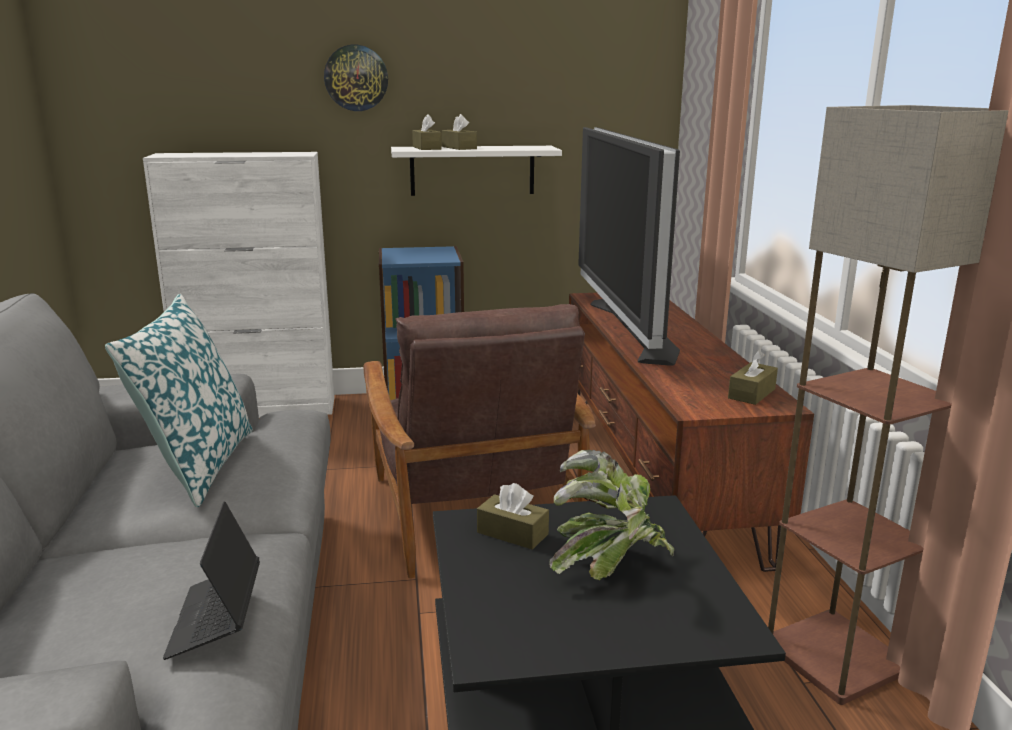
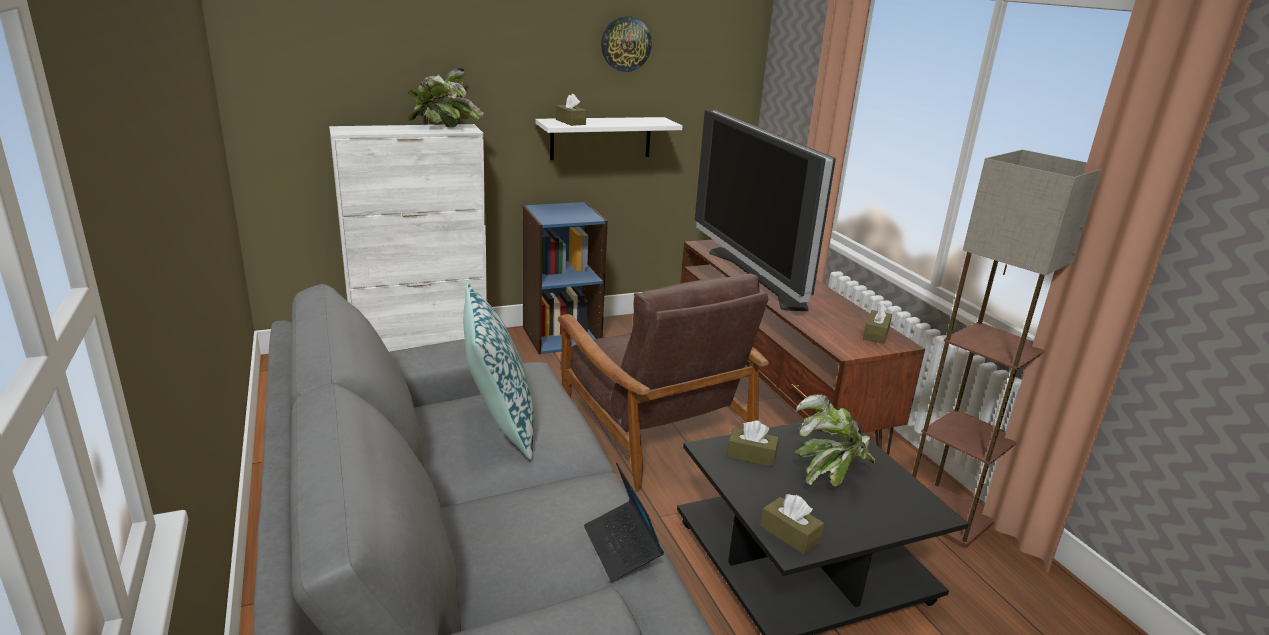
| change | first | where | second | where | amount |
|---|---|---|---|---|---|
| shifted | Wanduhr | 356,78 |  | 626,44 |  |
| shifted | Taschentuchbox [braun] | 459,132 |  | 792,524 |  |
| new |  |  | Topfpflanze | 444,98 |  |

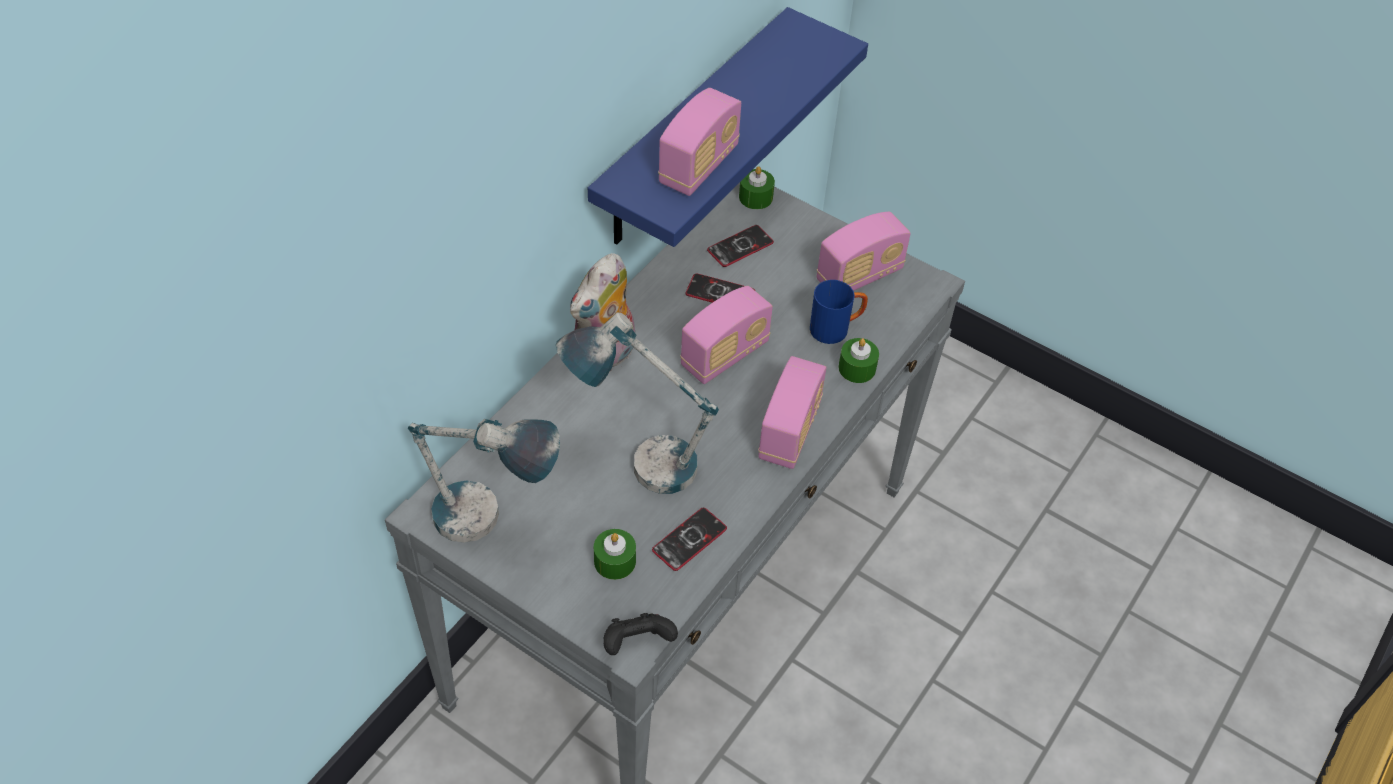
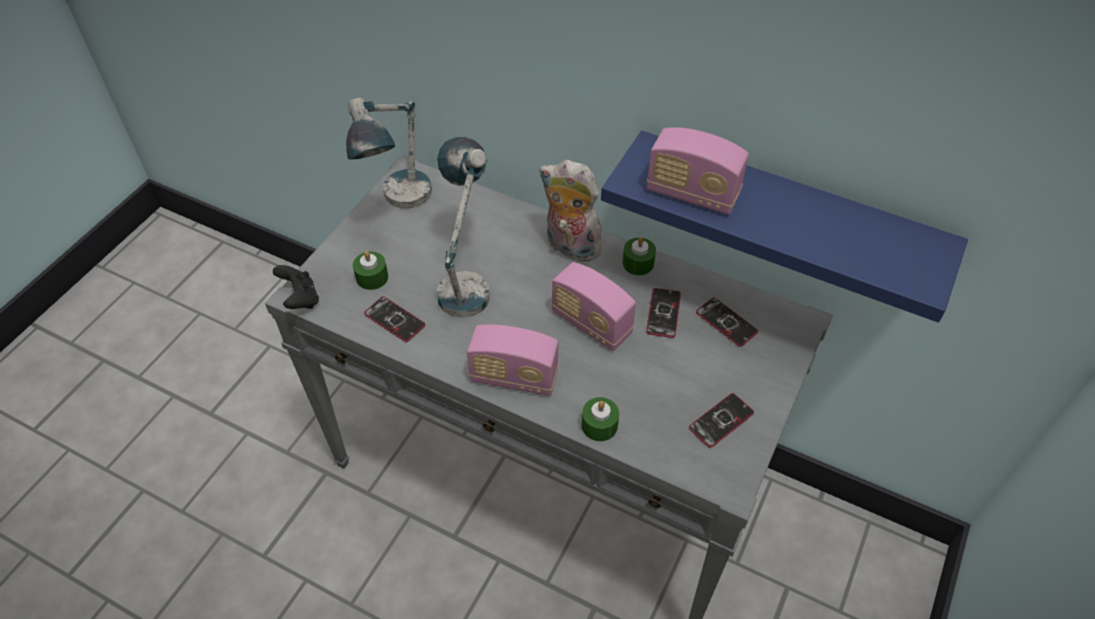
| change | first | where | second | where | amount |
|---|---|---|---|---|---|
| shifted | Kerze [grün] | 757,187 |  | 639,256 |  |
| swapped | Radio | 864,251 | Handy | 721,420 |  |
| gone | Henkelbecher [blau] | 839,312 |  |  |  |

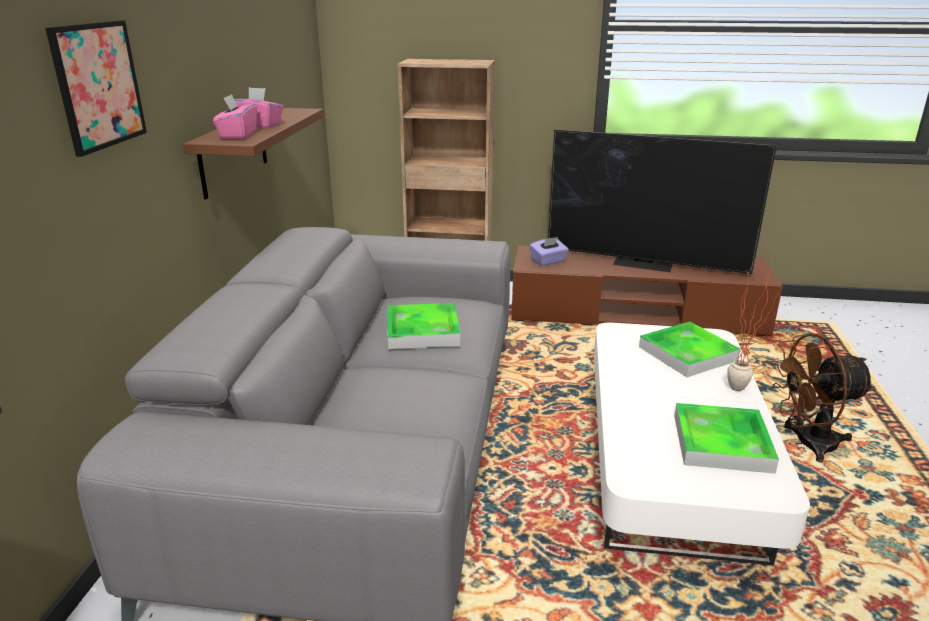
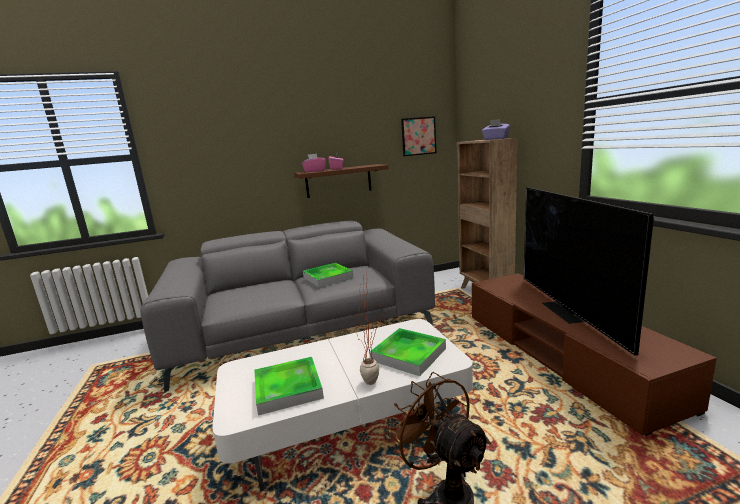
| change | first | where | second | where | amount |
|---|---|---|---|---|---|
| shifted | Bild | 96,88 |  | 418,136 |  |
| shifted | Taschentuchbox [lila] | 549,251 |  | 496,129 |  |

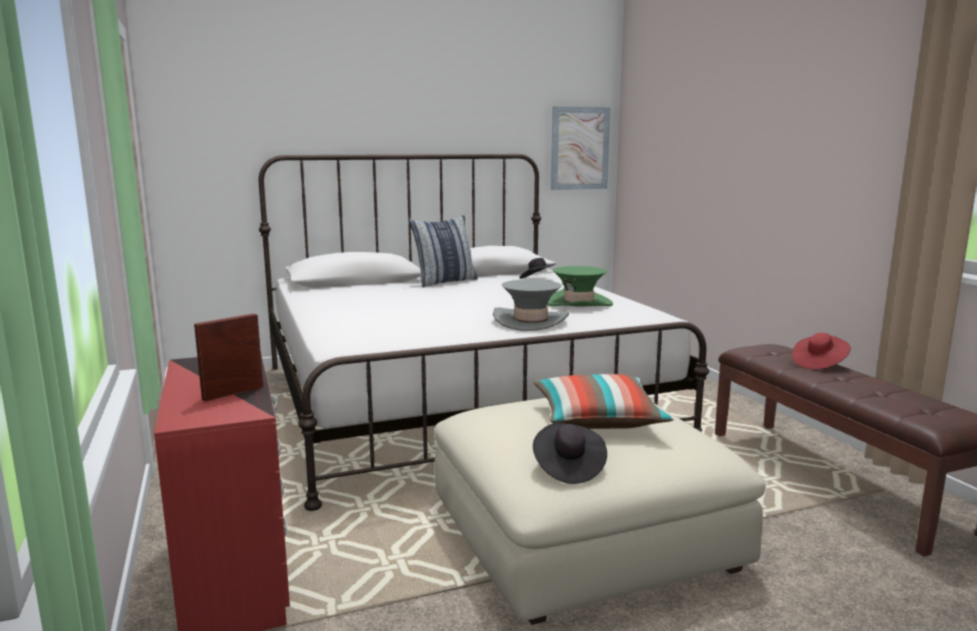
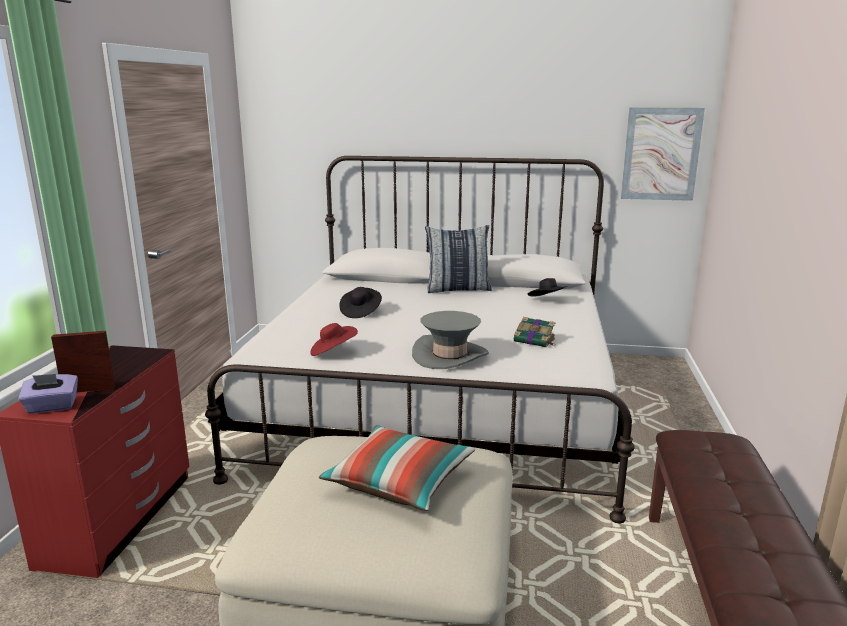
| change | first | where | second | where | amount |
|---|---|---|---|---|---|
| swapped | Hut [grün] | 580,286 | Buch | 534,332 |  |
| shifted | Hut [rot] | 821,351 |  | 334,339 |  |
| shifted | Hut [schwarz] | 570,453 |  | 361,302 |  |
| new |  |  | Taschentuchbox [lila] | 48,394 |  |

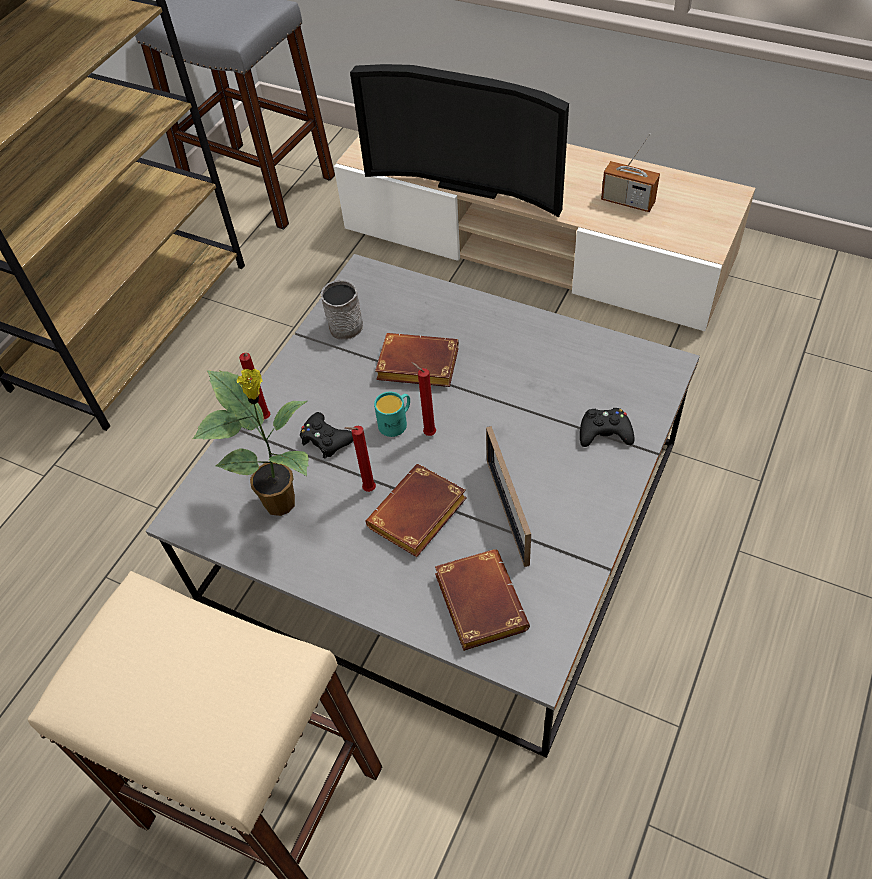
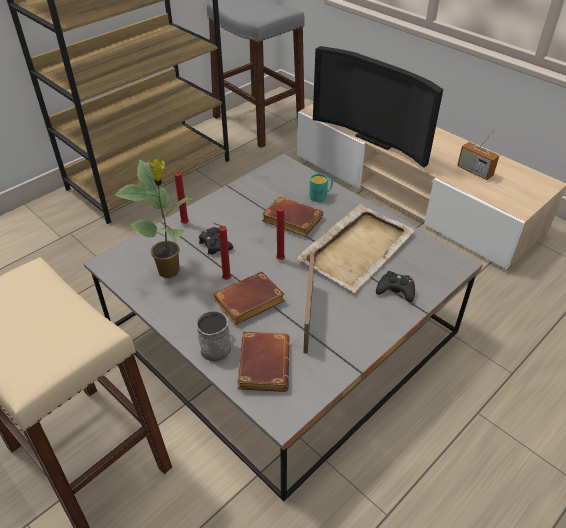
| change | first | where | second | where | amount |
|---|---|---|---|---|---|
| shifted | Henkelbecher [grau] | 342,310 |  | 213,336 |  |
| shifted | Henkelbecher [türkis] | 392,414 |  | 321,187 |  |
| new |  |  | Tablett [beige] | 356,248 |  |

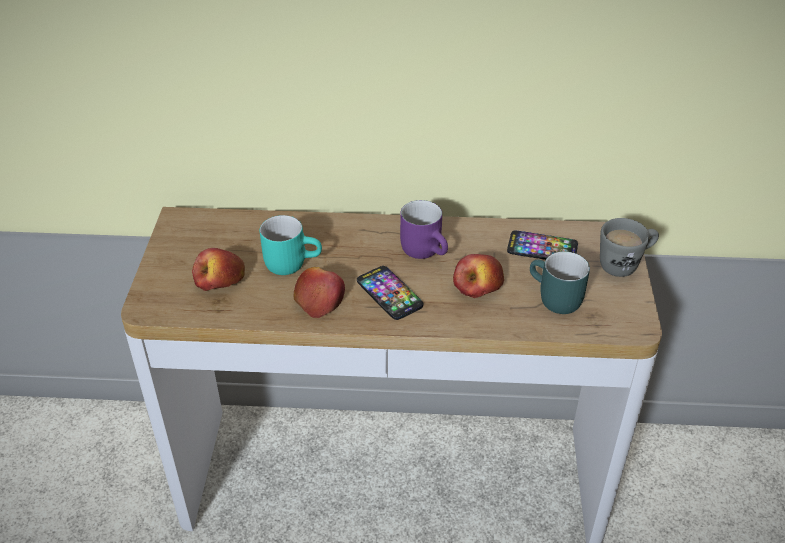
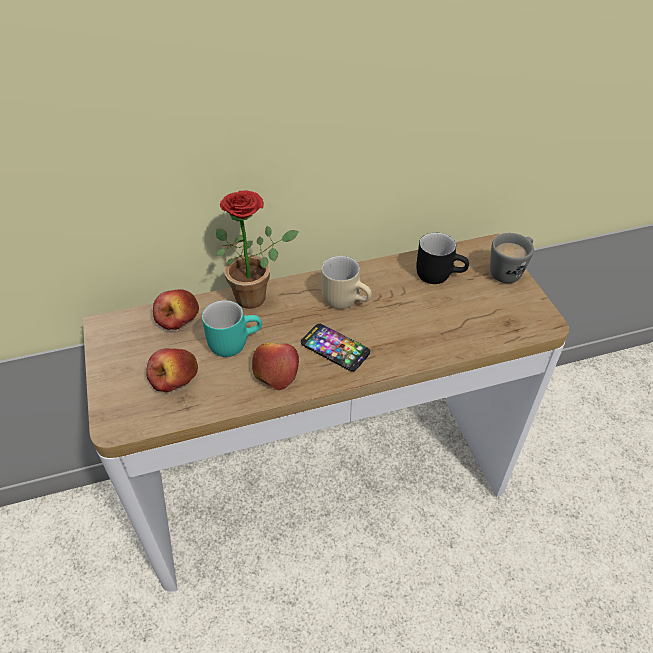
| change | first | where | second | where | amount |
|---|---|---|---|---|---|
| repainted | Henkelbecher [lila] | 424,229 | Henkelbecher [beige] | 346,282 |  |
| swapped | Handy | 542,245 | Henkelbecher [schwarz] | 442,258 |  |
| gone | Henkelbecher [türkis] | 560,282 |  |  |  |
| shifted | Apfel | 478,276 |  | 176,309 |  |
| new |  |  | Topfpflanze | 257,250 |  |

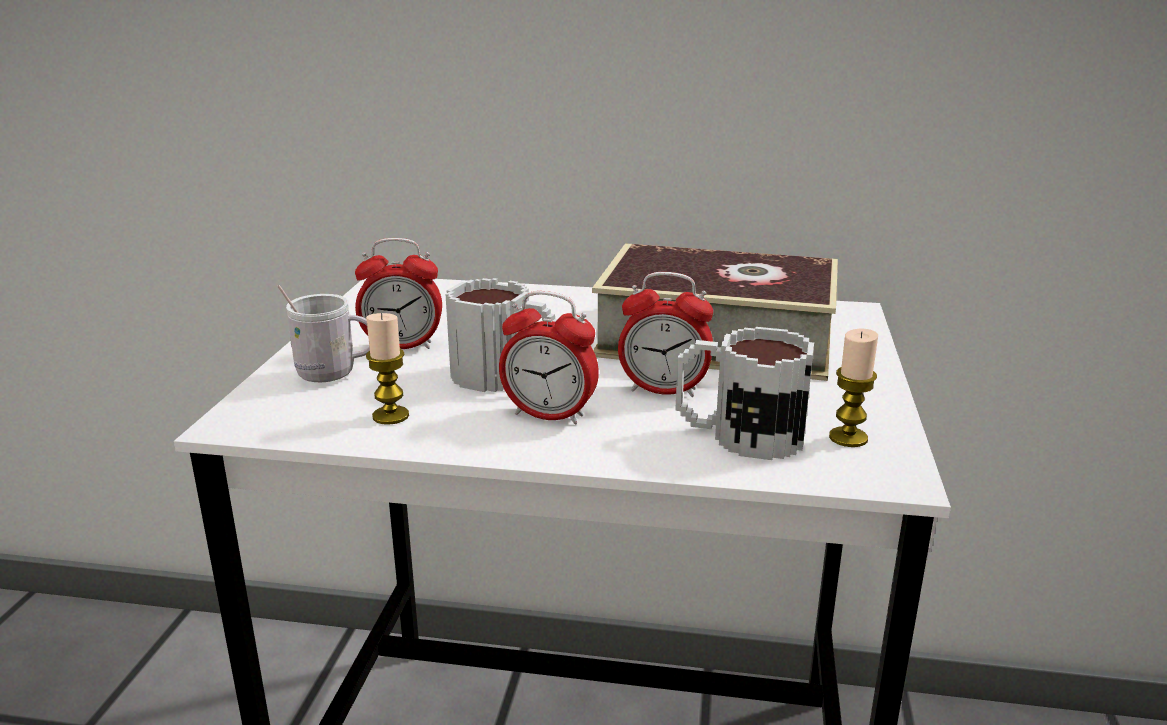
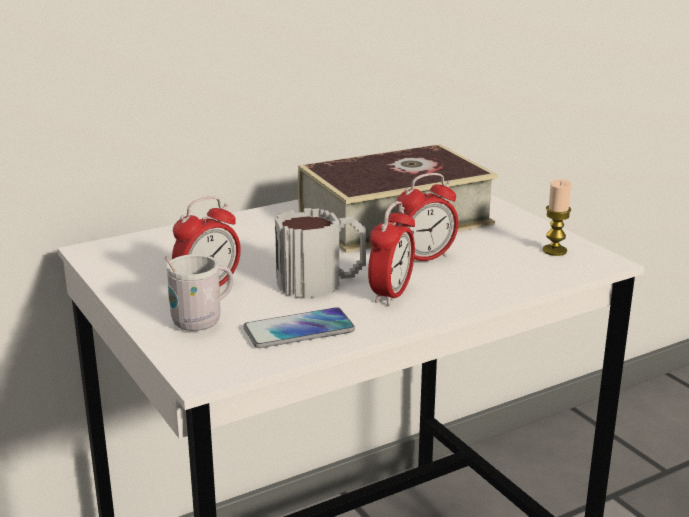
| change | first | where | second | where | amount |
|---|---|---|---|---|---|
| rotated | Wecker | 549,357 |  | 391,253 | 45 degrees counterclockwise |
| swapped | Kerze | 387,369 | Handy | 299,327 |  |
| gone | Henkelbecher | 744,393 |  |  |  |

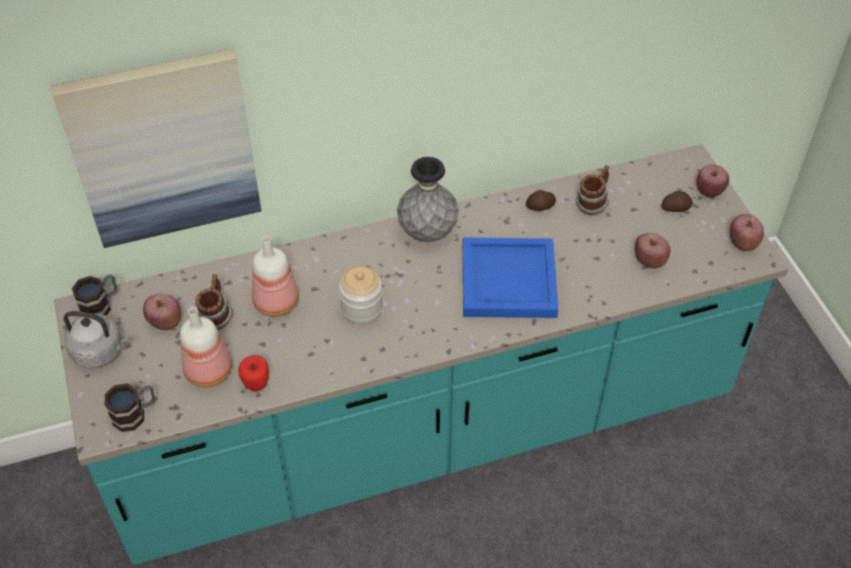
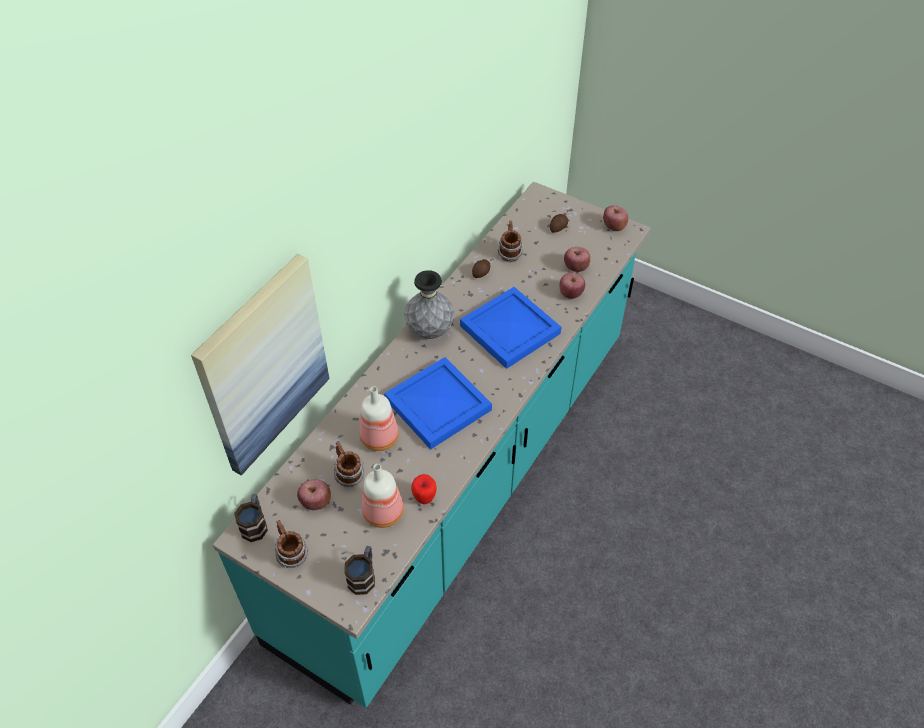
| change | first | where | second | where | amount |
|---|---|---|---|---|---|
| shifted | Apfel | 713,180 |  | 572,286 |  |
| swapped | Vorratsglas | 361,295 | Tablett [blau] | 438,403 |  |
| swapped | Wasserkessel [grau] | 97,339 | Henkelbecher | 291,544 |  |

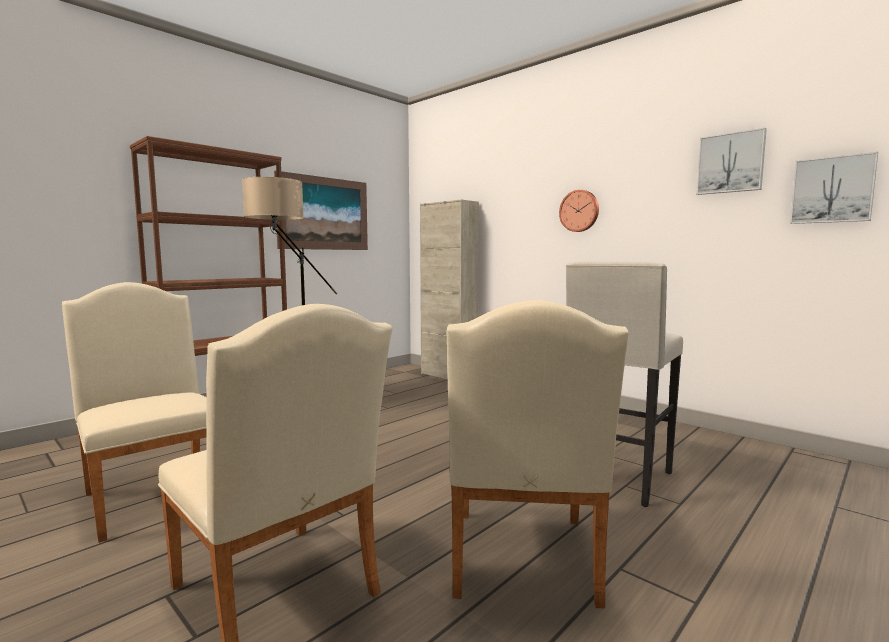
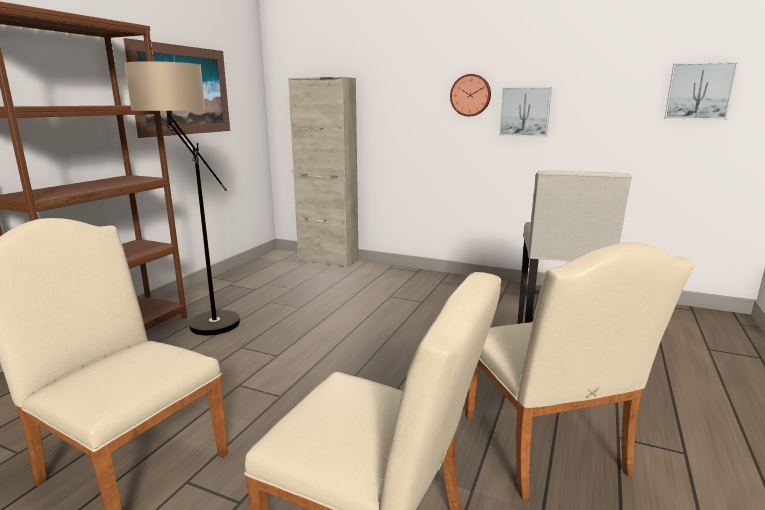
| change | first | where | second | where | amount |
|---|---|---|---|---|---|
| shifted | Bild | 731,161 |  | 525,112 |  |

